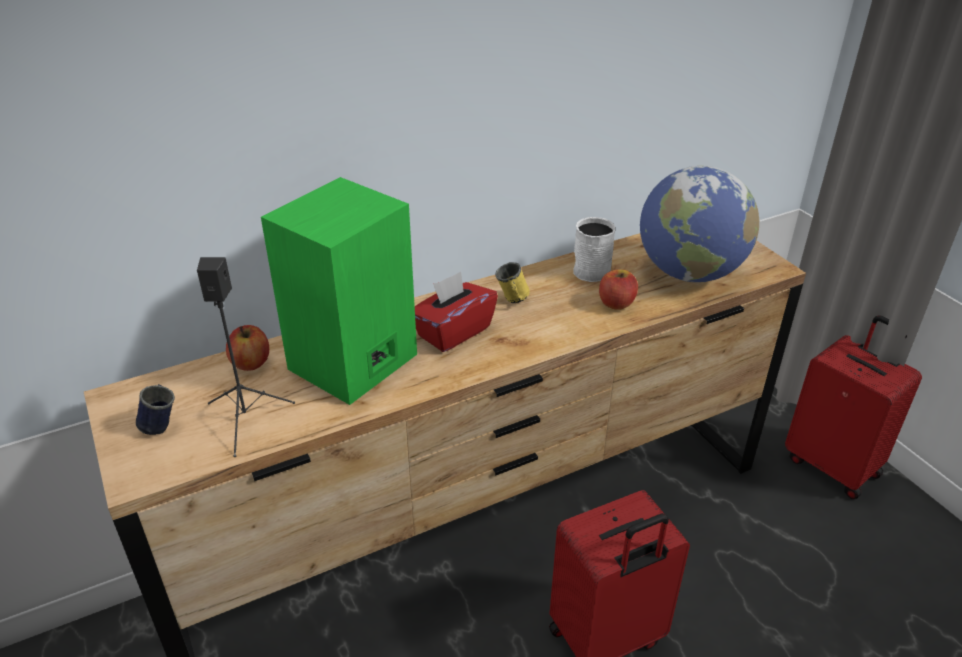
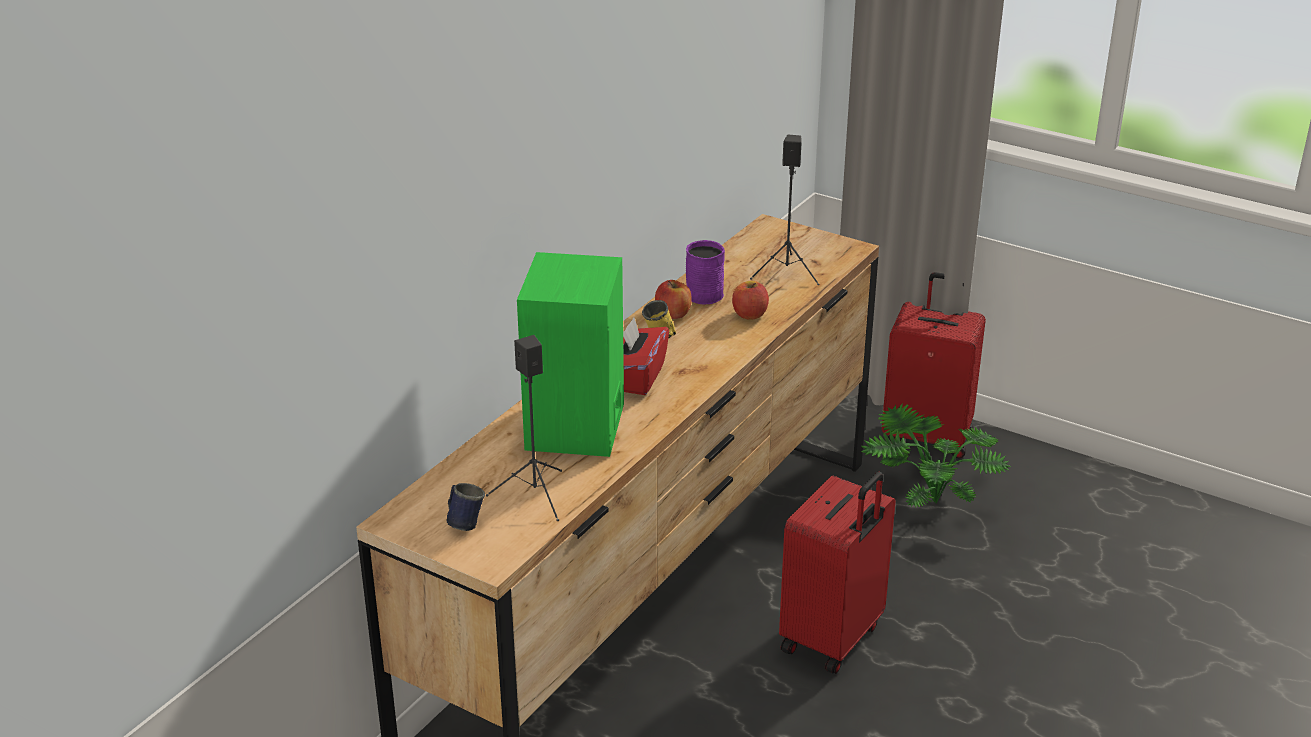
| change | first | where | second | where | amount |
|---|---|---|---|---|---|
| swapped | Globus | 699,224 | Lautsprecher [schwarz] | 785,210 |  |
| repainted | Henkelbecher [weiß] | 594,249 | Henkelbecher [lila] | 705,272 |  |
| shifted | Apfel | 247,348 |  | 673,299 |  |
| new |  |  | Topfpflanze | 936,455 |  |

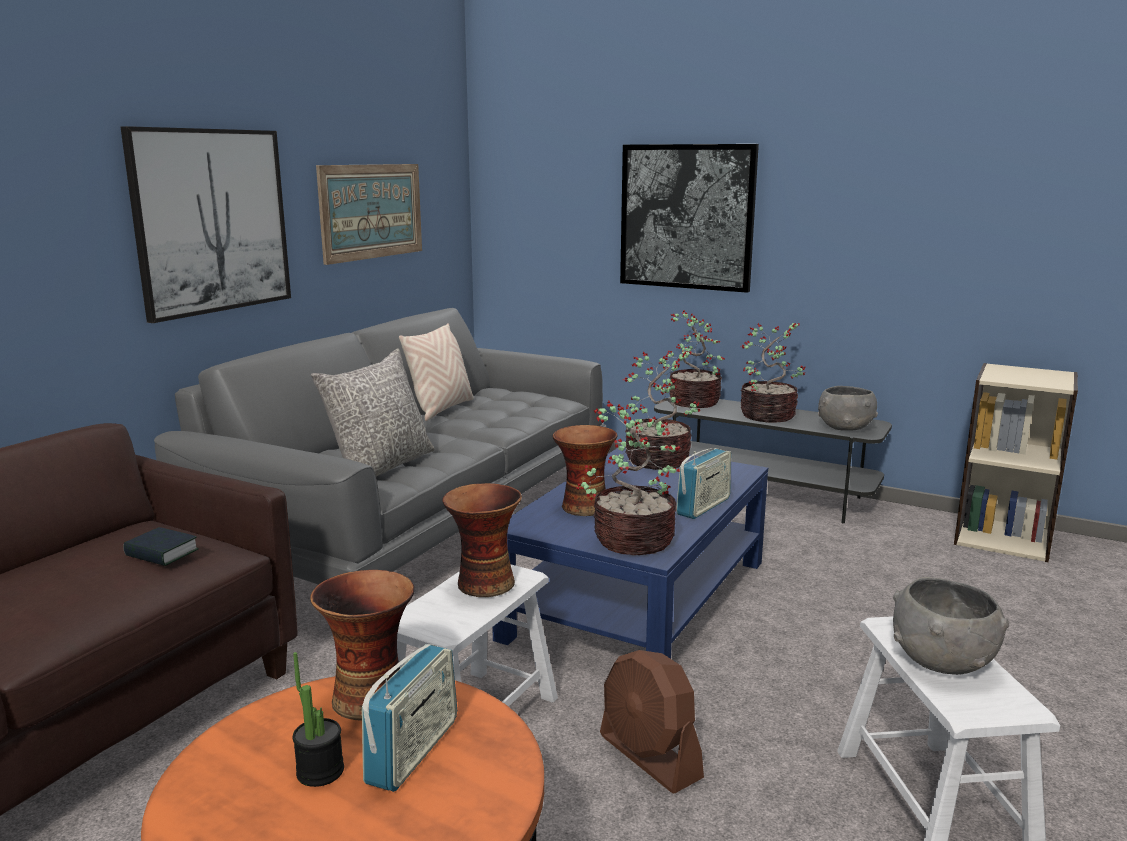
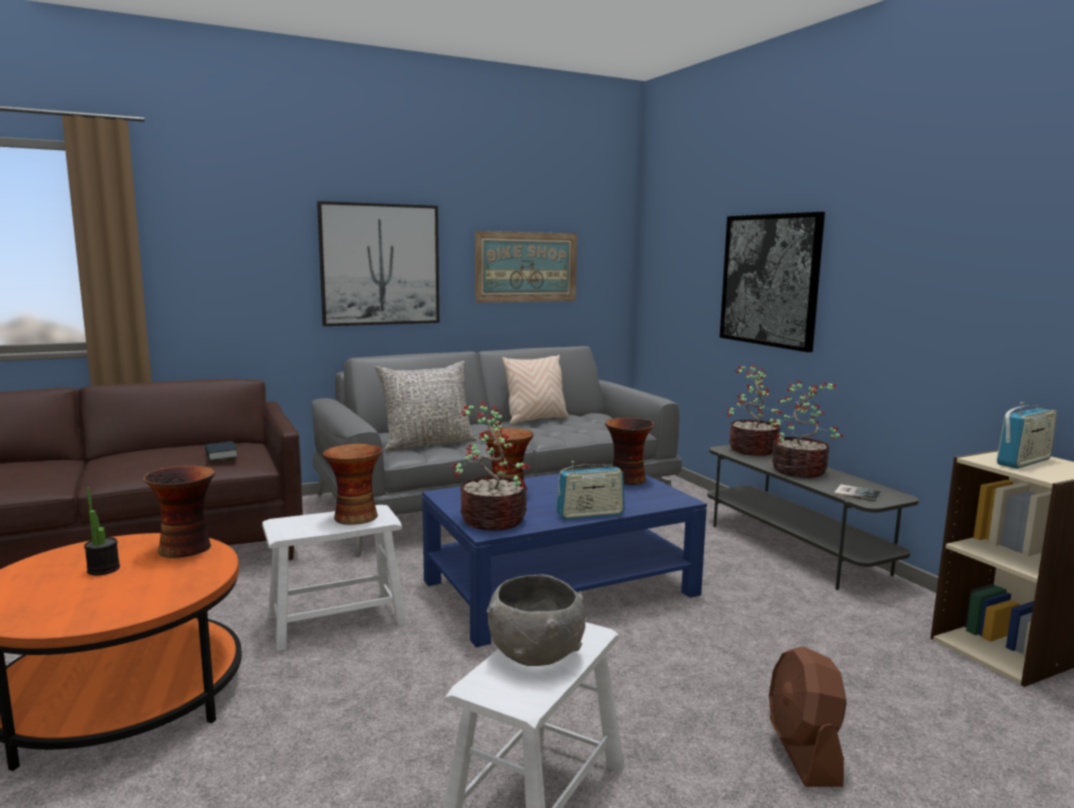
| change | first | where | second | where | amount |
|---|---|---|---|---|---|
| swapped | Topfpflanze | 661,410 | Vase | 629,451 |  |
| swapped | Schüssel [grau] | 848,408 | Buch | 857,493 |  |
| shifted | Radio | 409,718 |  | 1027,435 |  |
| shifted | Ventilator [braun] | 652,722 |  | 808,716 |  |

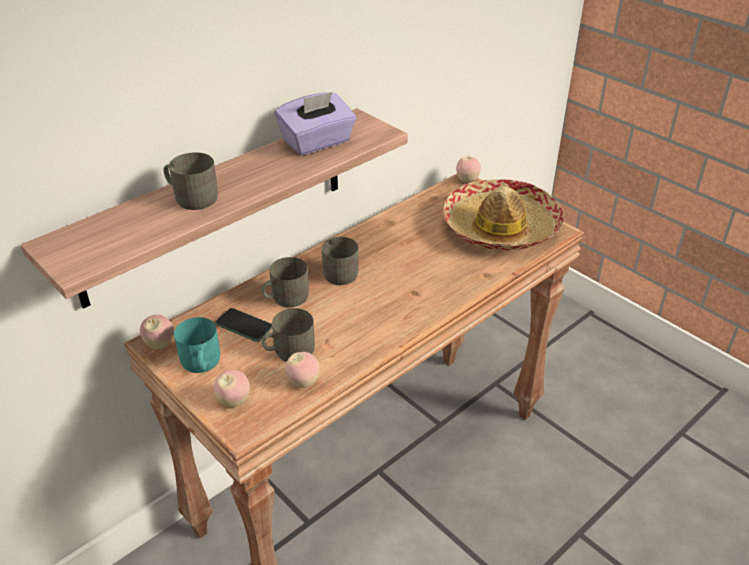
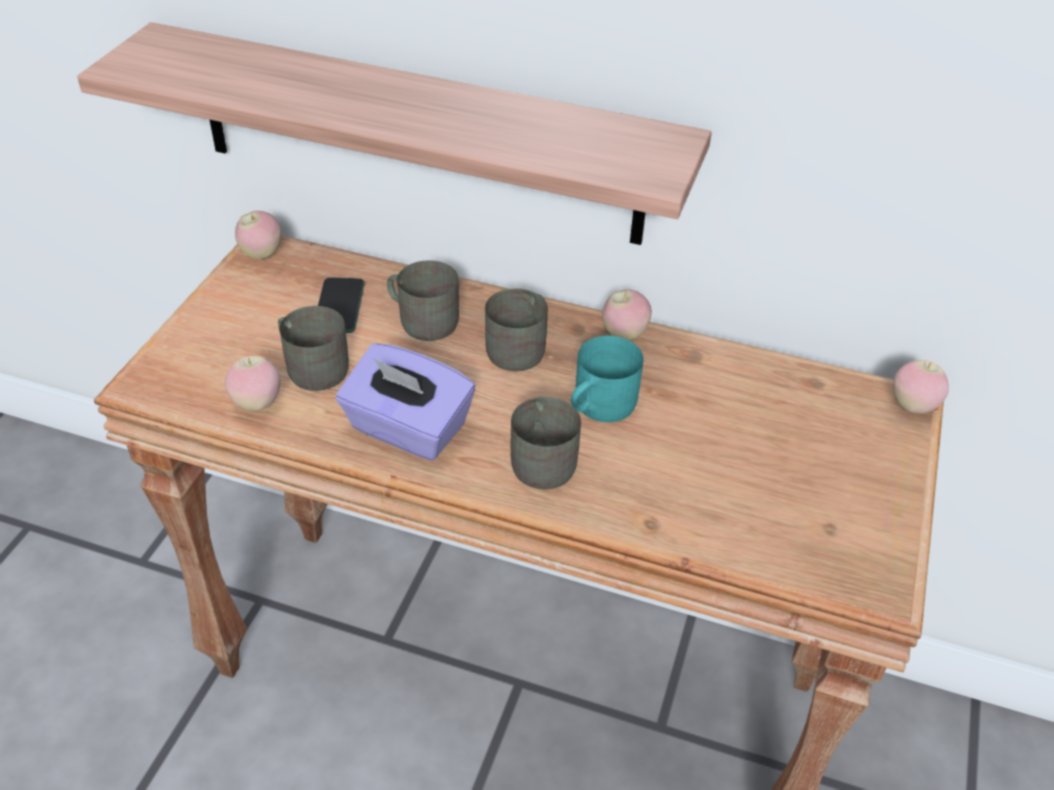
| change | first | where | second | where | amount |
|---|---|---|---|---|---|
| shifted | Taschentuchbox [lila] | 315,123 |  | 405,402 |  |
| shifted | Henkelbecher [grau] | 191,181 |  | 545,443 |  |
| gone | Hut | 503,215 |  |  |  |
| shifted | Henkelbecher [türkis] | 197,345 |  | 607,379 |  |
| shifted | Apfel | 232,389 |  | 627,314 |  |

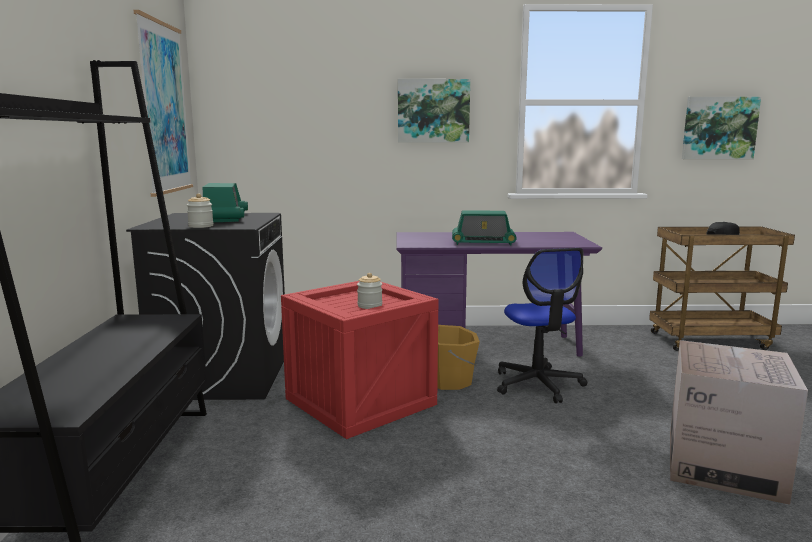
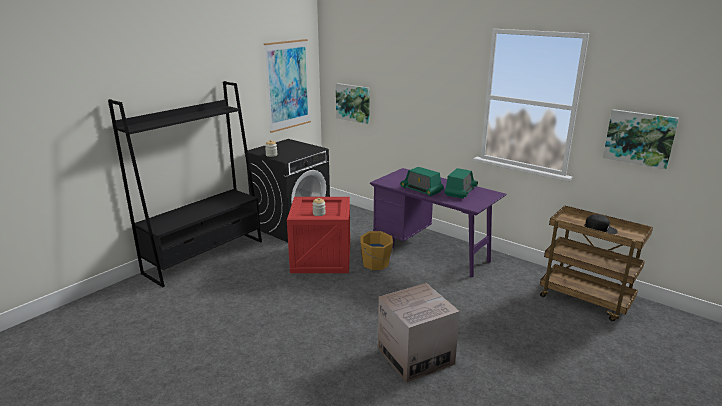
| change | first | where | second | where | amount |
|---|---|---|---|---|---|
| shifted | Bild | 434,111 |  | 353,103 |  |
| shifted | Radio | 225,202 |  | 461,183 |  |
| gone | Bürostuhl | 542,325 |  |  |  |

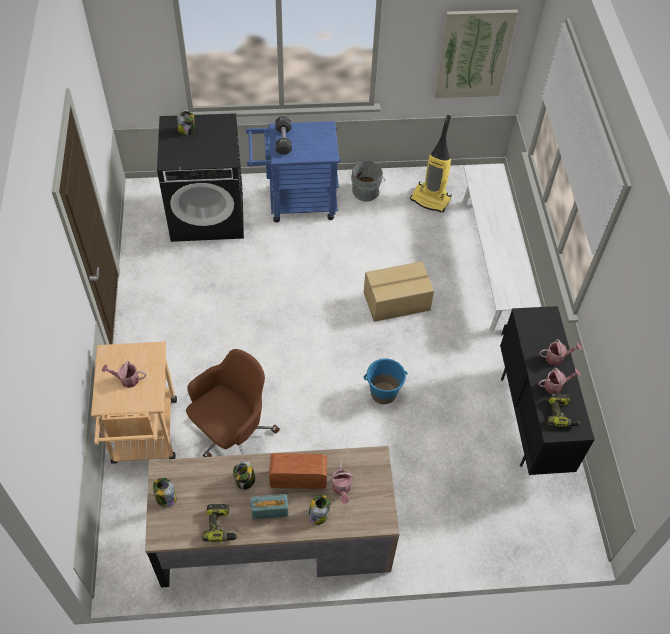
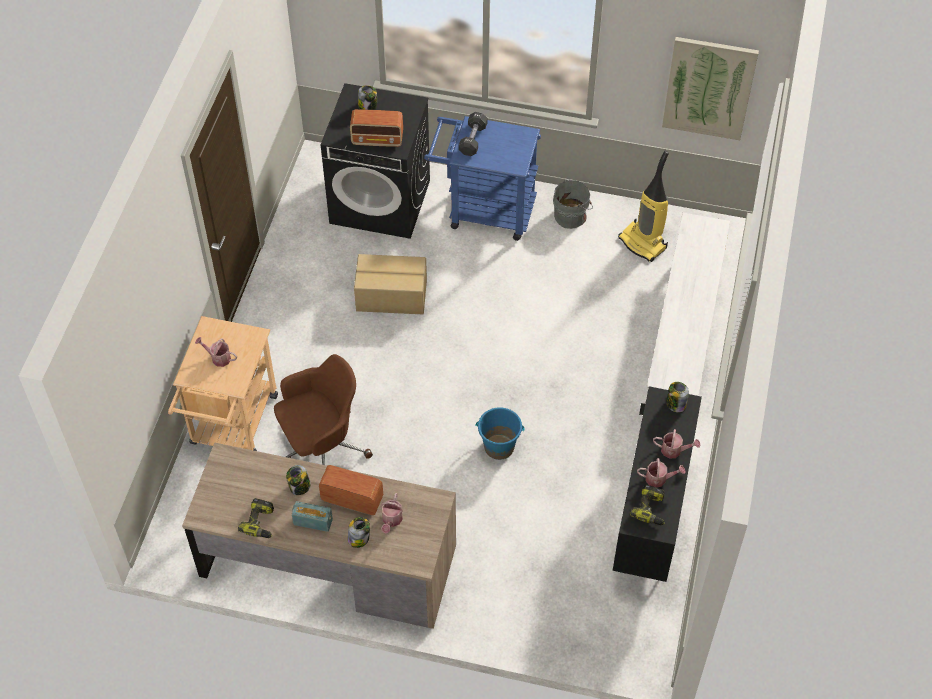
| change | first | where | second | where | amount |
|---|---|---|---|---|---|
| shifted | Karton | 399,291 |  | 390,284 |  |
| shifted | Vorratsglas | 165,492 |  | 677,397 |  |
| new |  |  | Radio | 376,128 |  |

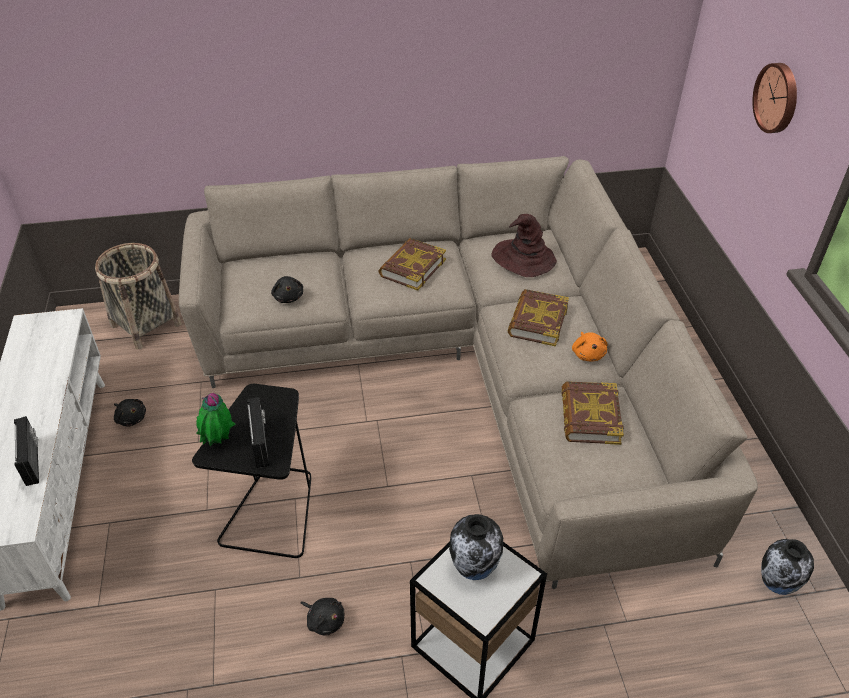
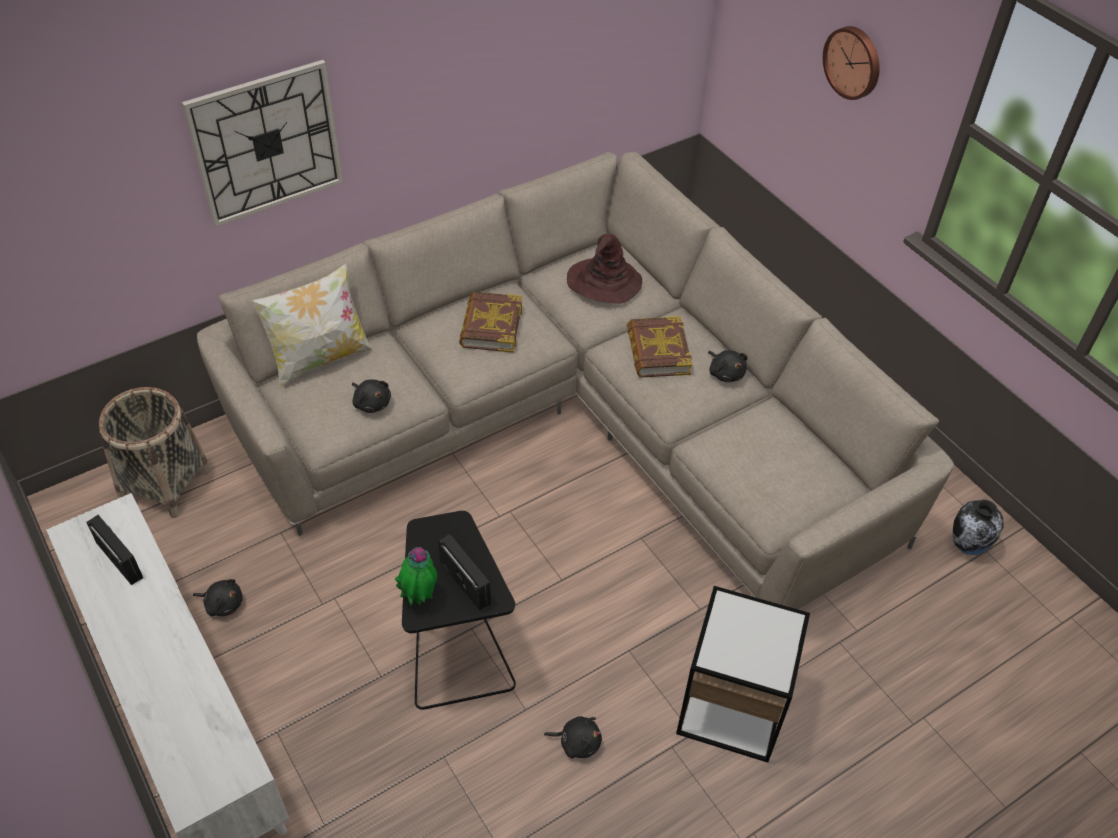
| change | first | where | second | where | amount |
|---|---|---|---|---|---|
| repainted | Plüschtier [orange] | 590,346 | Plüschtier [schwarz] | 727,366 |  |
| gone | Buch | 593,413 |  |  |  |
| shifted | Radio | 26,451 |  | 114,550 |  |
| gone | Vase | 476,547 |  |  |  |
| new |  |  | Wanduhr | 262,143 |  |
| new |  |  | Kissen | 311,325 |  |

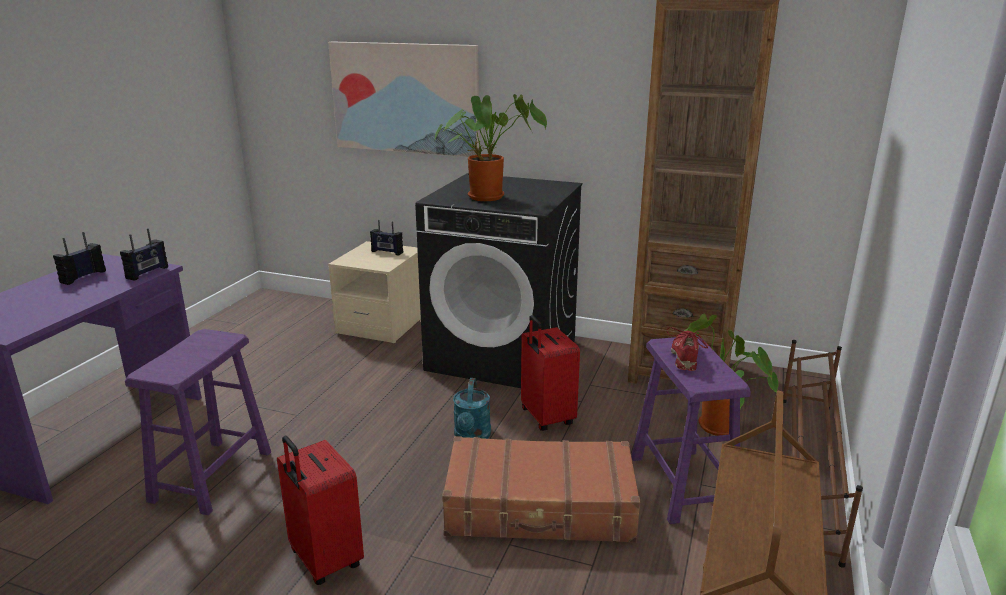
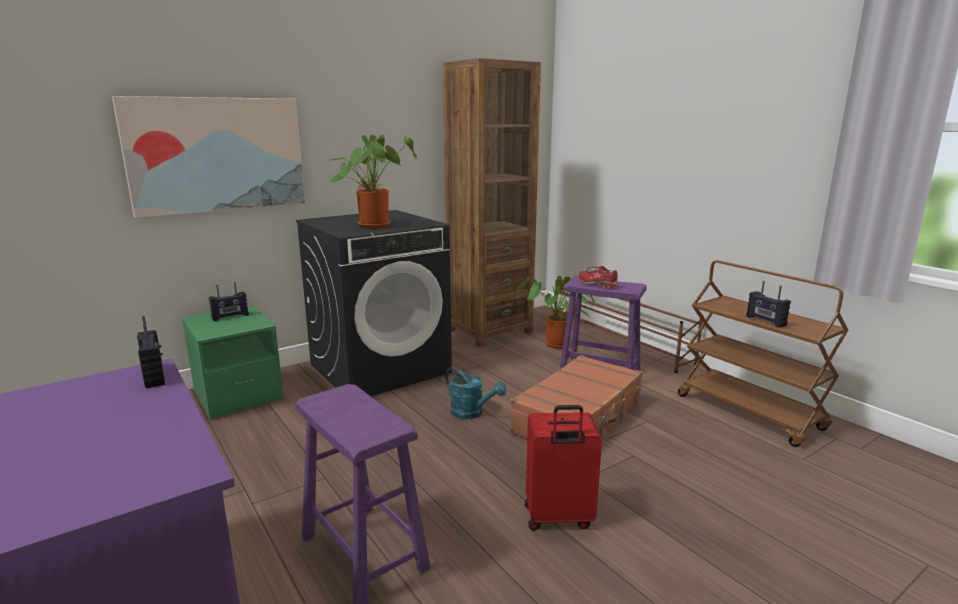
| change | first | where | second | where | amount |
|---|---|---|---|---|---|
| shifted | Radio | 79,258 |  | 768,304 |  |
| repainted | Nachttisch [beige] | 374,292 | Nachttisch [grün] | 233,362 |  |
| gone | Koffer [rot] | 550,373 |  |  |  |

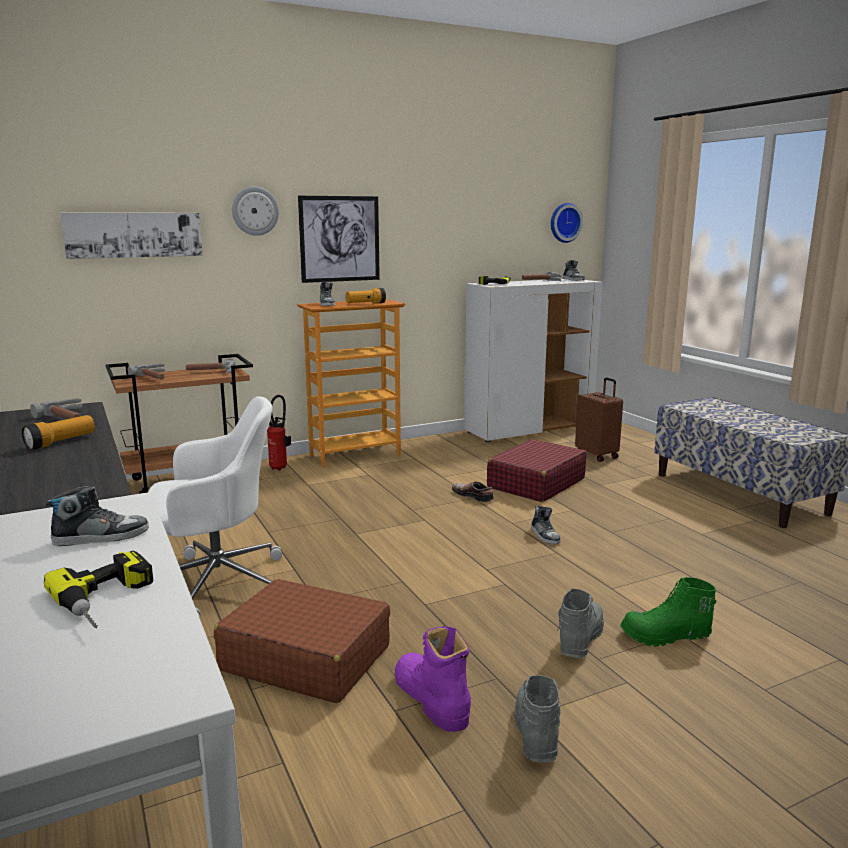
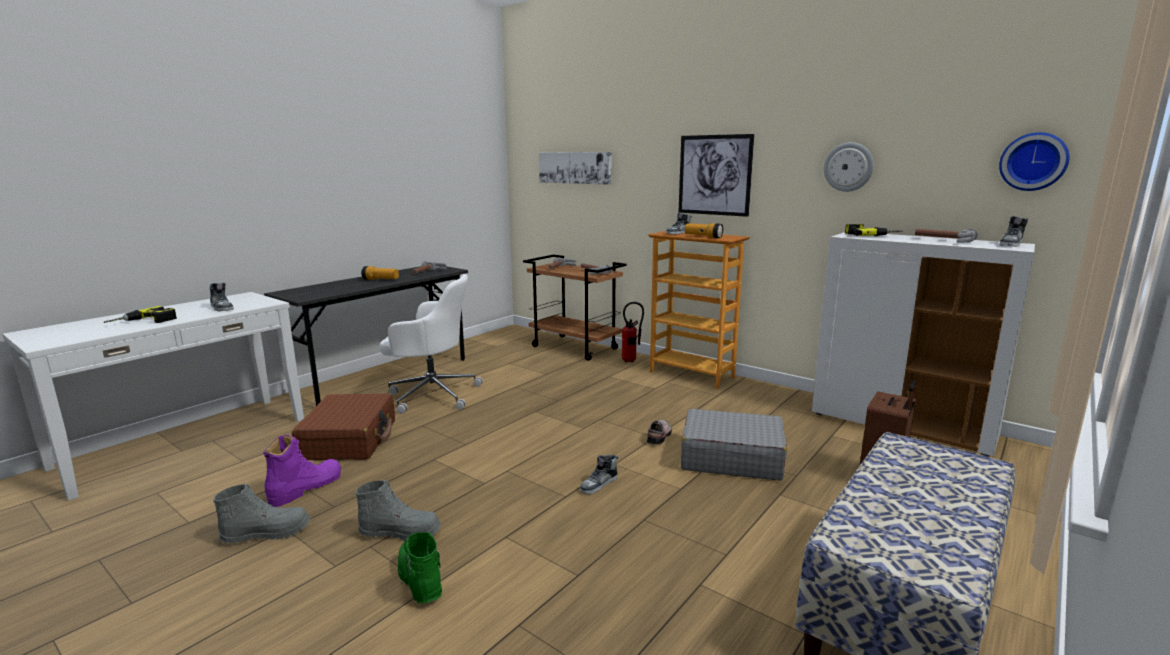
| change | first | where | second | where | amount |
|---|---|---|---|---|---|
| shifted | Wanduhr | 255,211 |  | 849,167 |  |
| rotated | Bürostuhl [weiß] | 215,507 |  | 431,344 | 45 degrees counterclockwise |
| repainted | Koffer [rot] | 536,470 | Koffer [grau] | 734,445 |  |

